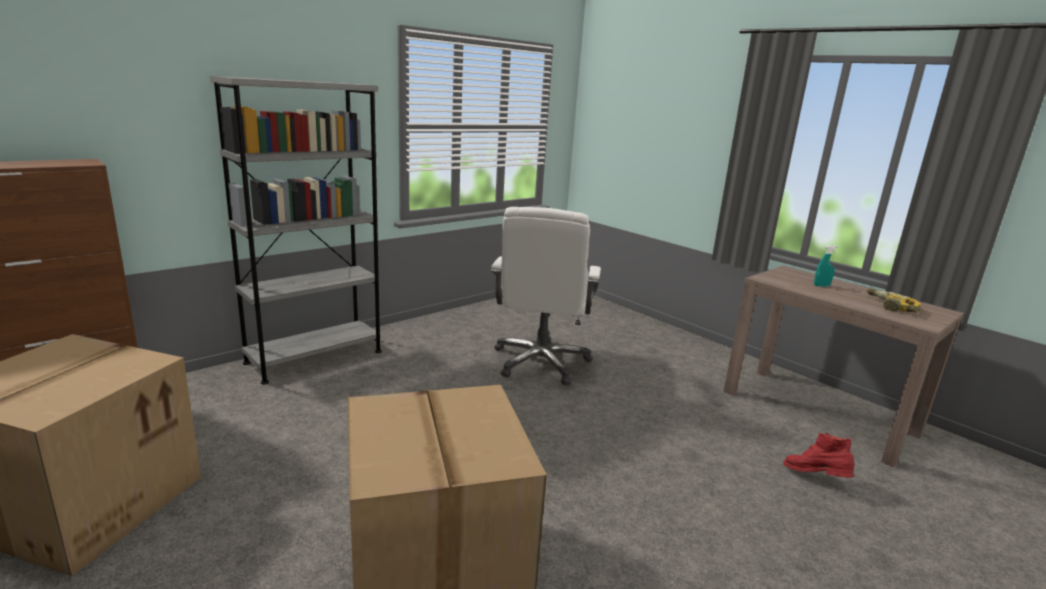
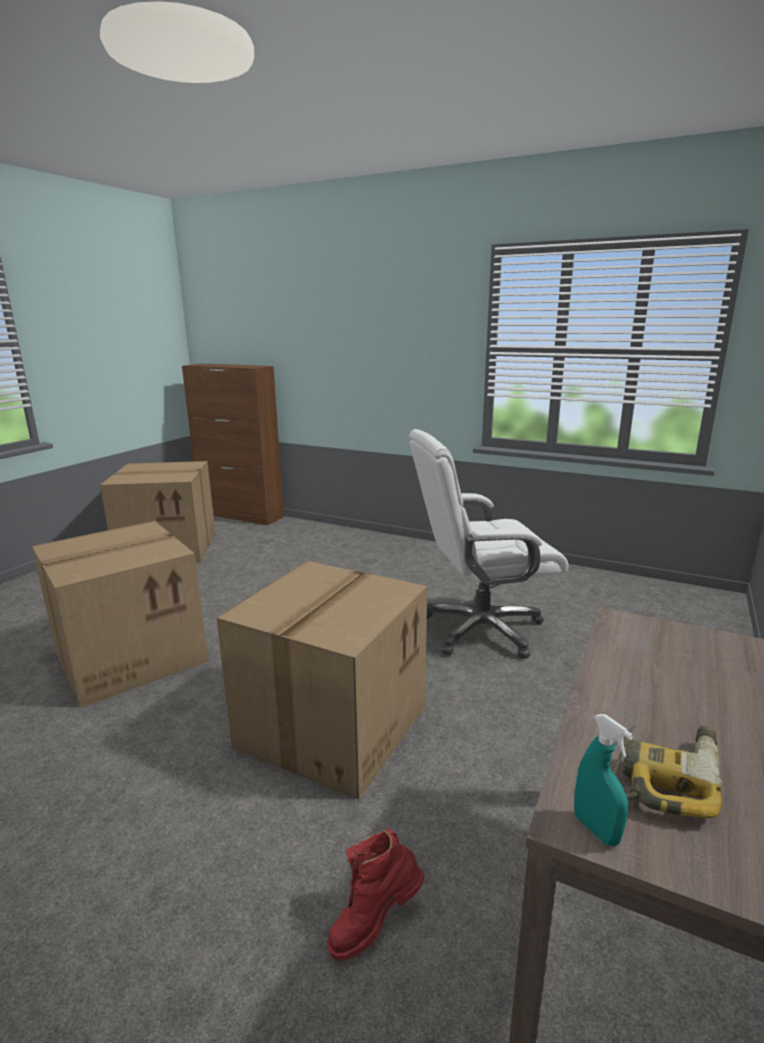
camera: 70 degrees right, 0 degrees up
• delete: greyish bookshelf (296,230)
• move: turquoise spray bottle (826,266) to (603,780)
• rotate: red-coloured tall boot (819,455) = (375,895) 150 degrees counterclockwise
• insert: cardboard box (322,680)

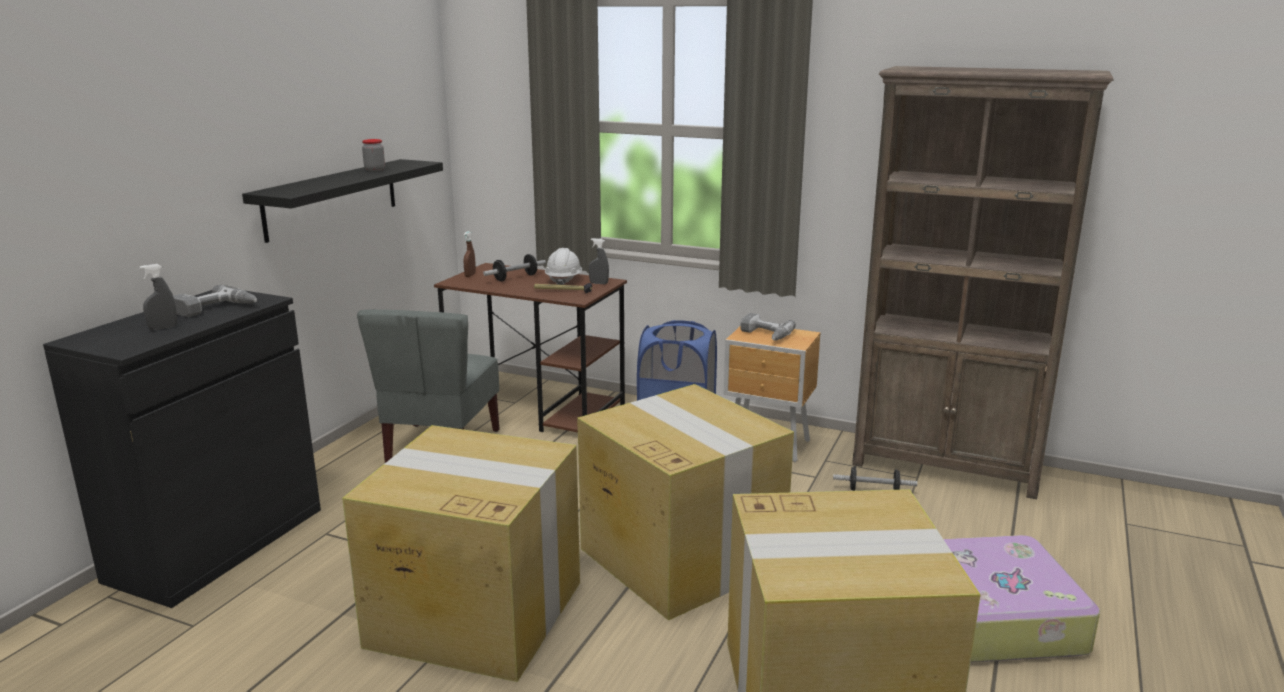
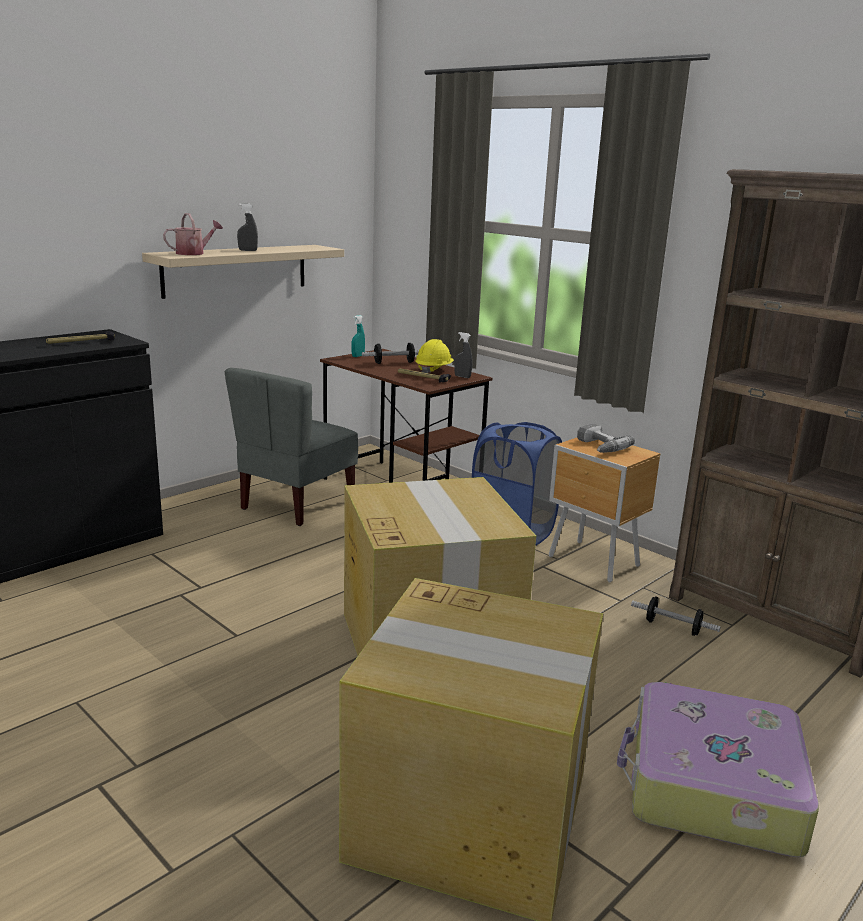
camera: 20 degrees right, 0 degrees up
• delete: jar (373,155)
• recolor: black wall shelf (342,201) to beige wall shelf (243,272)
• recolor: brown spray bottle (470,254) to turquoise spray bottle (358,336)
• recolor: white-coloured work helmet (563,266) to yellow-coloured work helmet (434,356)
• move: greyish spray bottle (158,297) to (247,227)
• replace: drill (215,301) to hand hammer (80,337)
• delete: cardboard box (461,553)
• insert: sprinkling can (193,234)

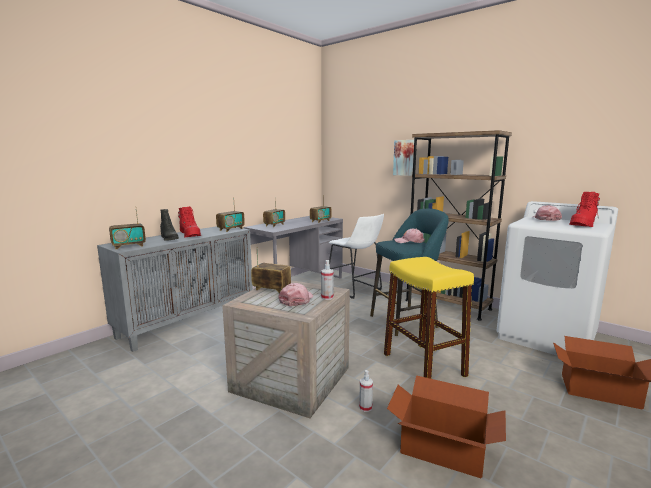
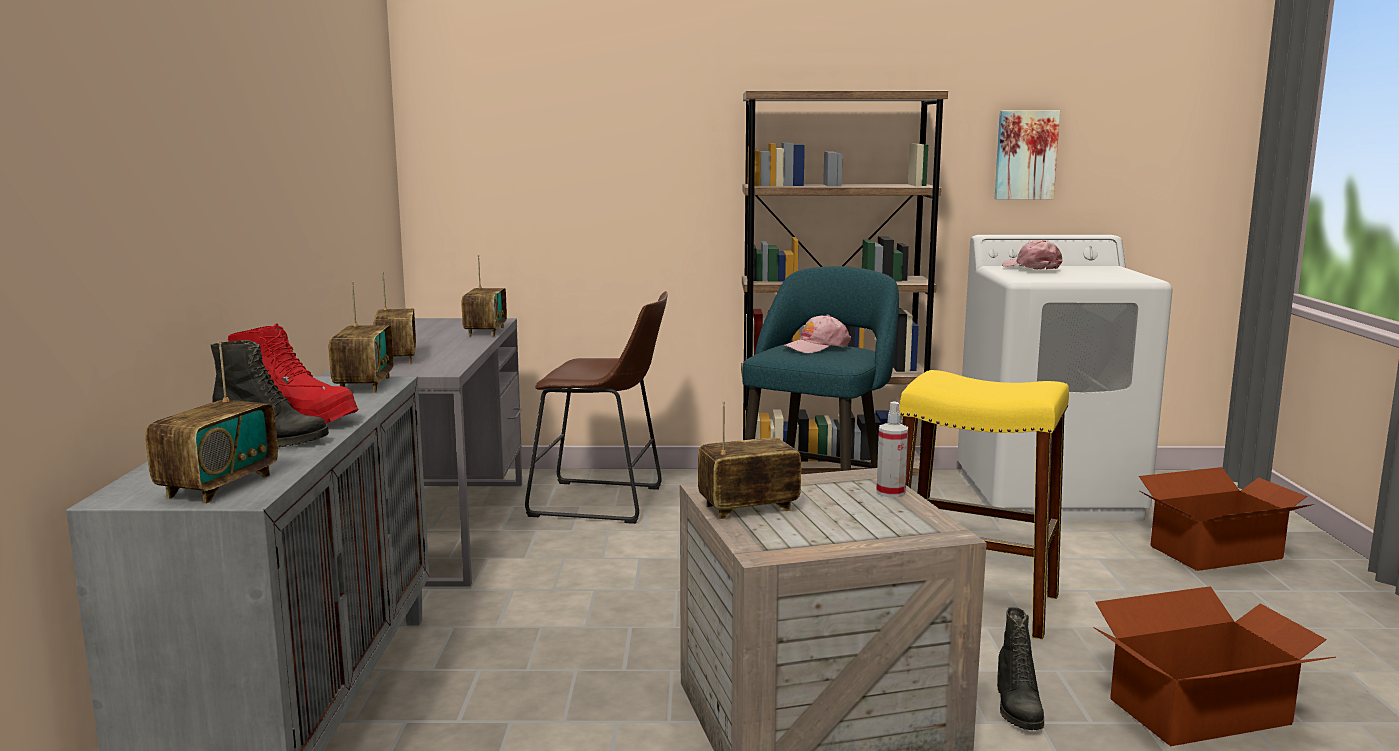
camera: 40 degrees left, 0 degrees up
• move: wall picture (403,158) to (1027,155)
• delete: red-coloured tall boot (584,209)
• recolor: white-coloured stool seat (356,256) to brown stool seat (596,407)
• delete: pink peaked cap (295,294)
• replace: spray bottle (366,391) to black tall boot (1020,668)

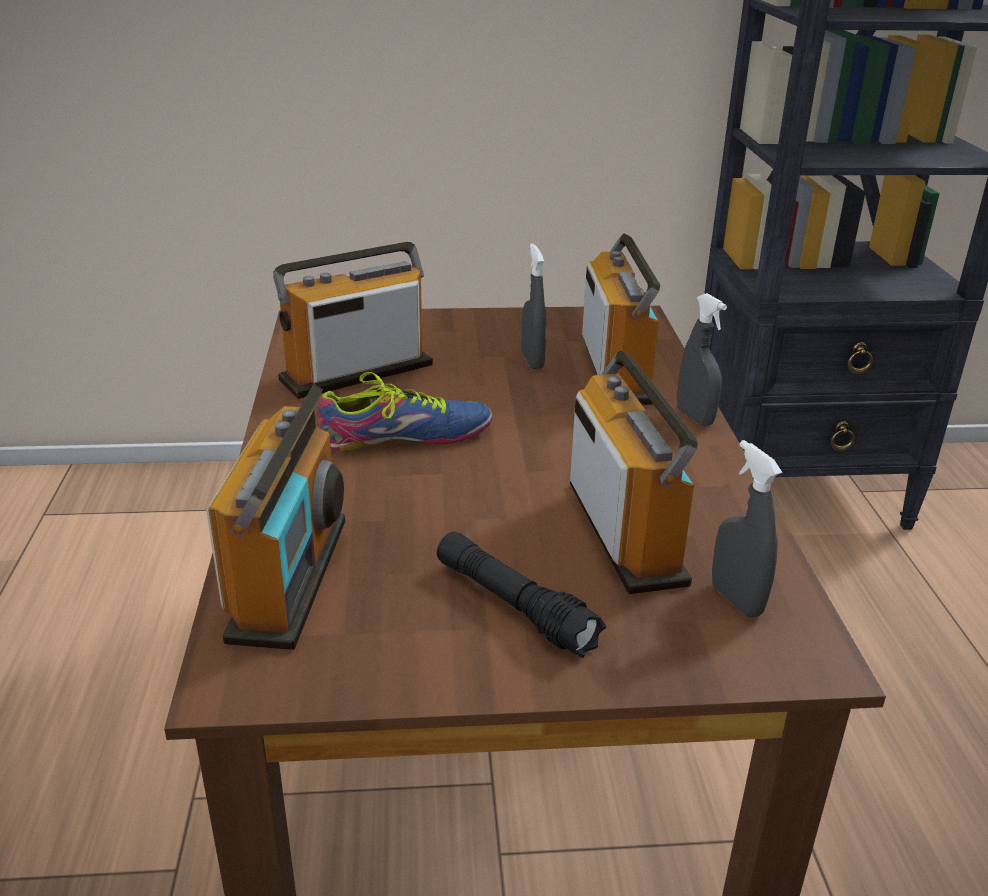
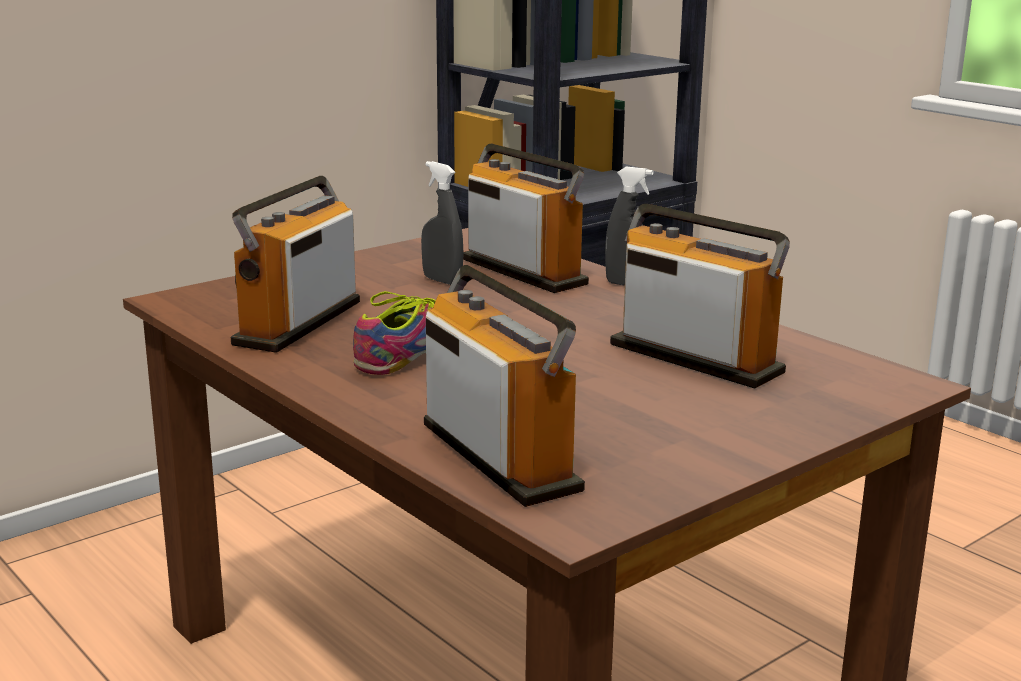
camera: 35 degrees left, 10 degrees down
• delete: greyish spray bottle (747,529)
• delete: black flashlight (521,595)

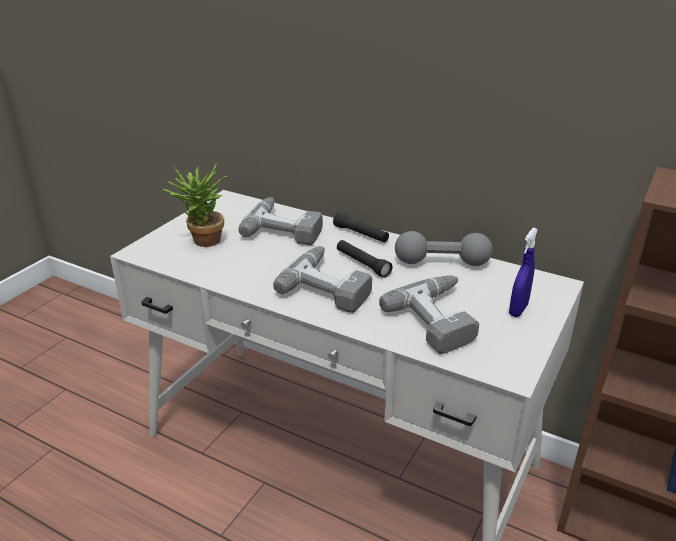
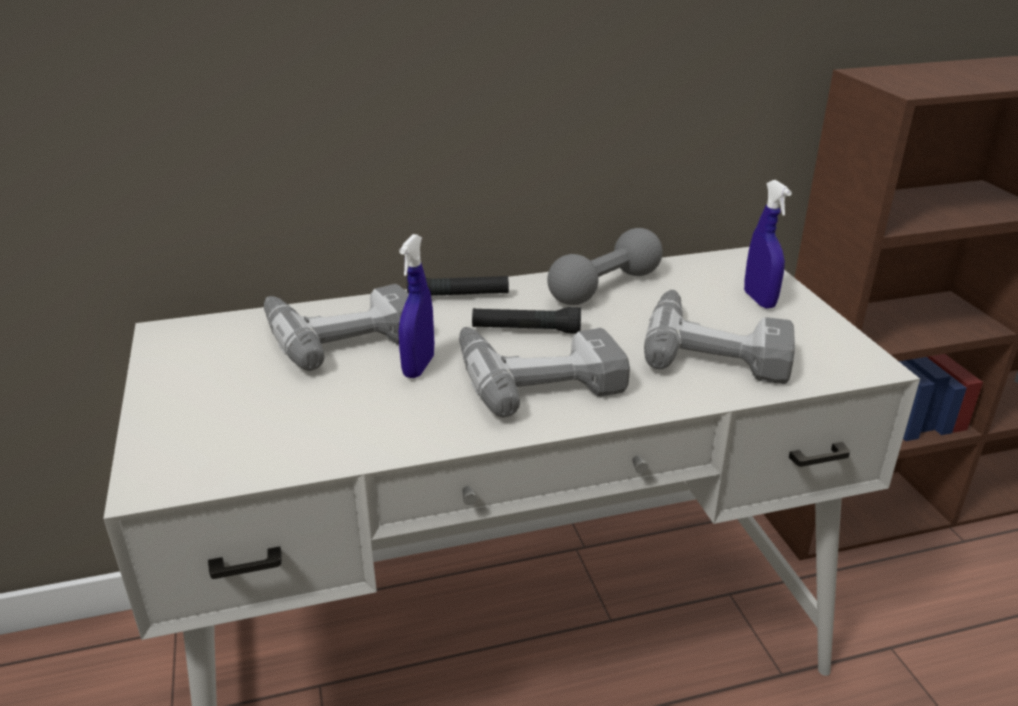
camera: 45 degrees left, 0 degrees up
• delete: potted plant (195,205)
• insert: blue-coloured spray bottle (416,306)

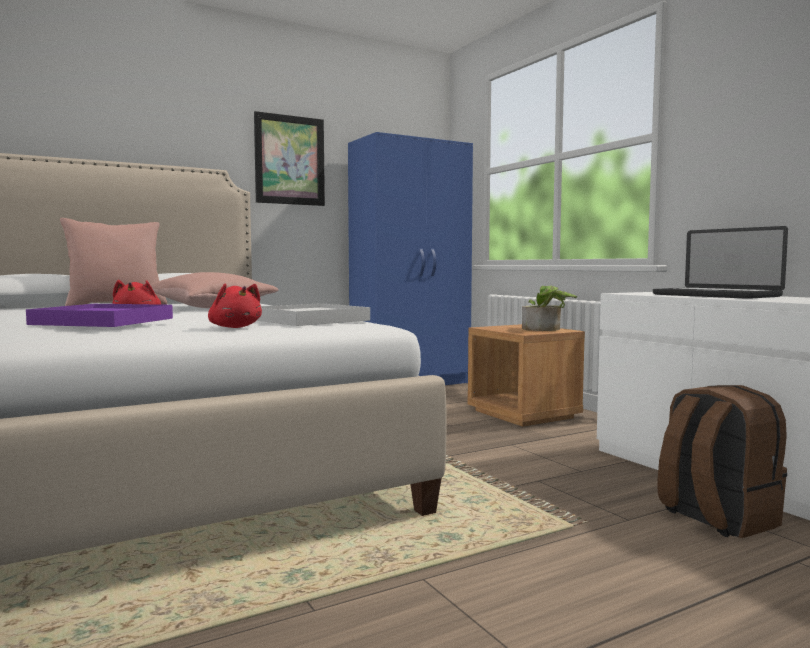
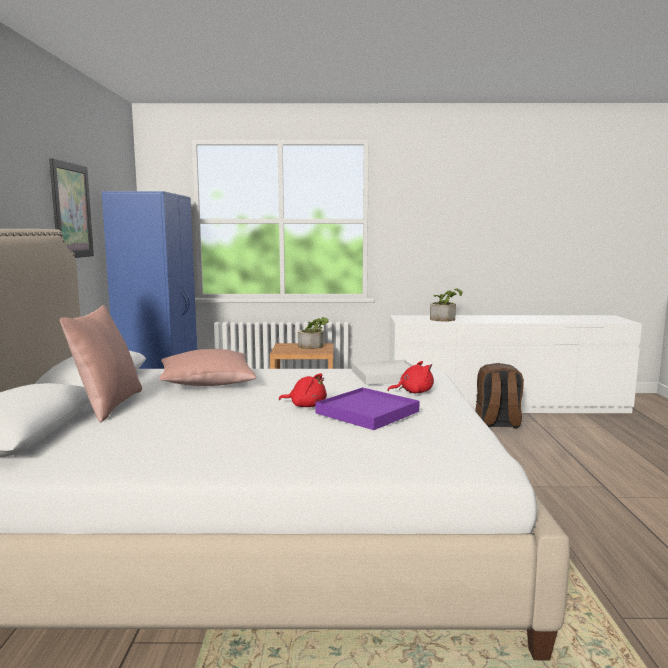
camera: 60 degrees left, 5 degrees up
• replace: laptop (720,262) to potted plant (446,305)

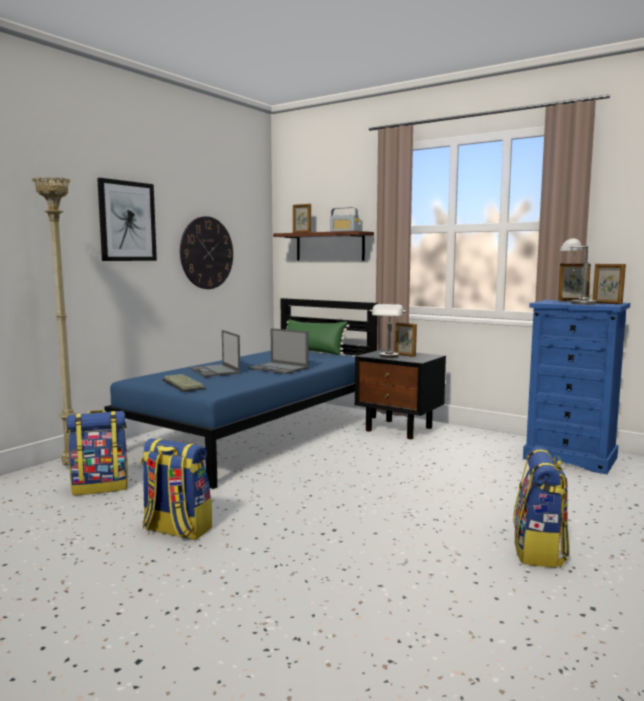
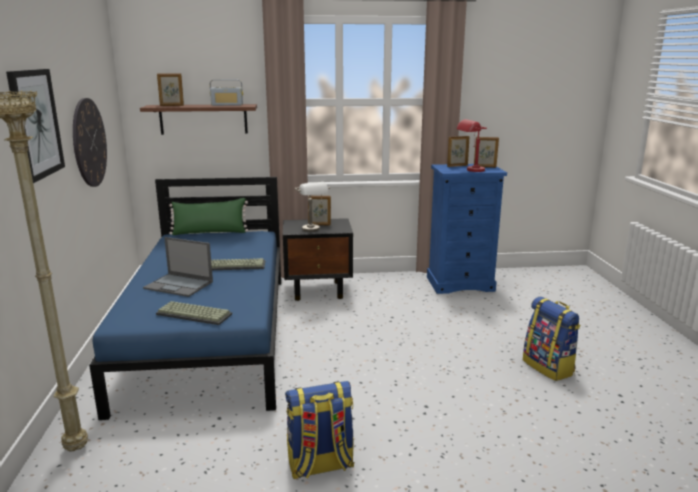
camera: 40 degrees left, 10 degrees up
• recolor: greyish lamp for a table (578,272) to red-coloured lamp for a table (472,145)
• replace: laptop (278,351) to PC keyboard (238,264)
• delete: knapsack (97,452)

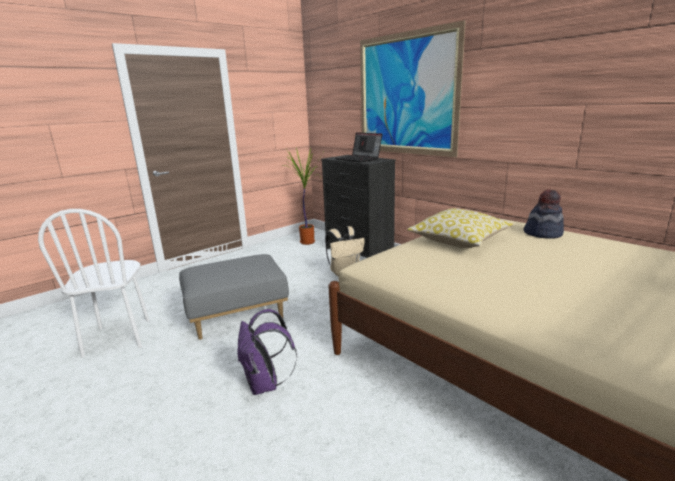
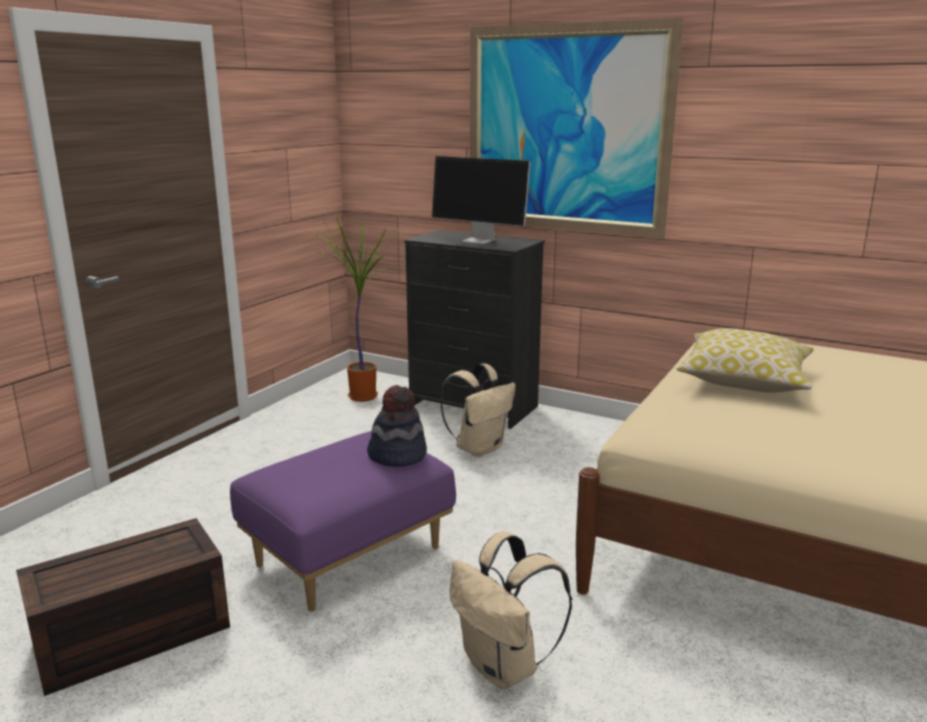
camera: 20 degrees left, 0 degrees up
• replace: laptop (359,147) to computer display (481,200)
• move: hat (544,214) to (397,426)
• replace: white-coloured plain chair (93,283) to brown storage bin (123,607)
• recolor: greyish footrest (234,297) to purplish footrest (343,521)
• recolor: purplish knapsack (267,352) to beige knapsack (510,610)

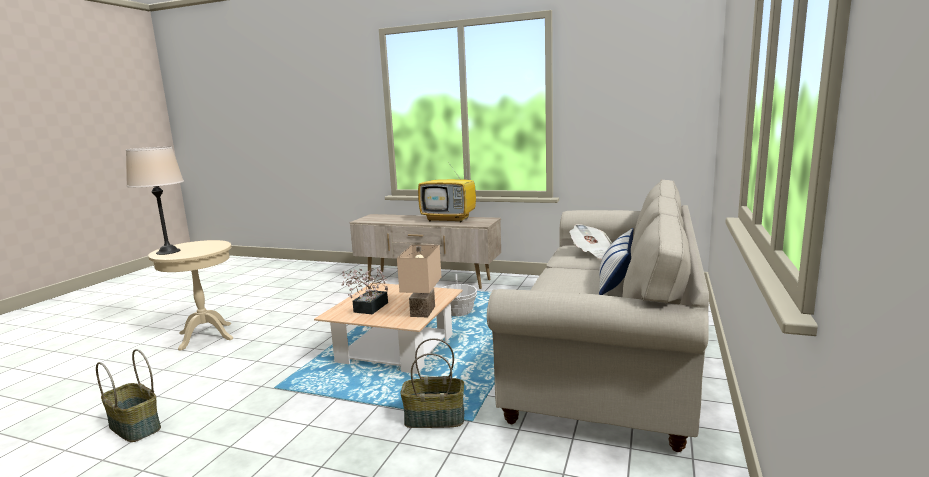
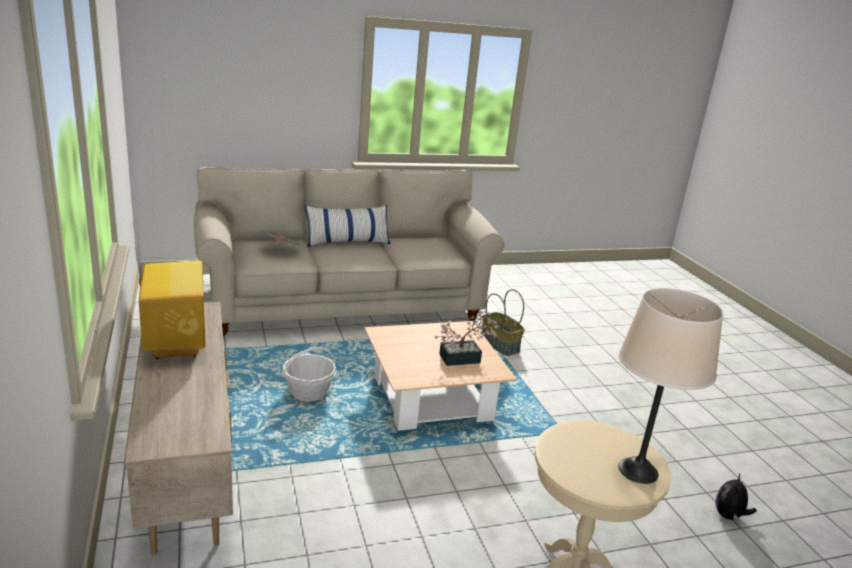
camera: 130 degrees left, 10 degrees up
• delete: beige lamp for a table (419,281)
• delete: household basket (128,395)
• insert: plush toy (736,497)

